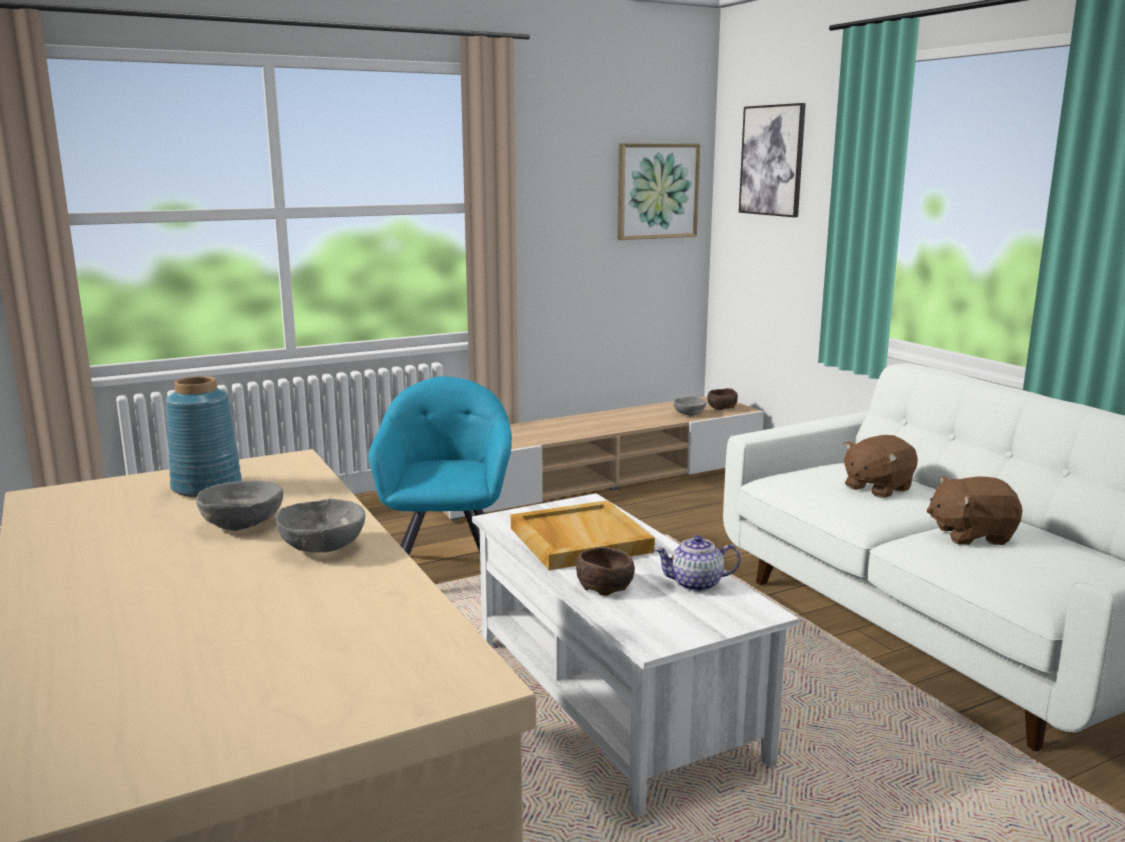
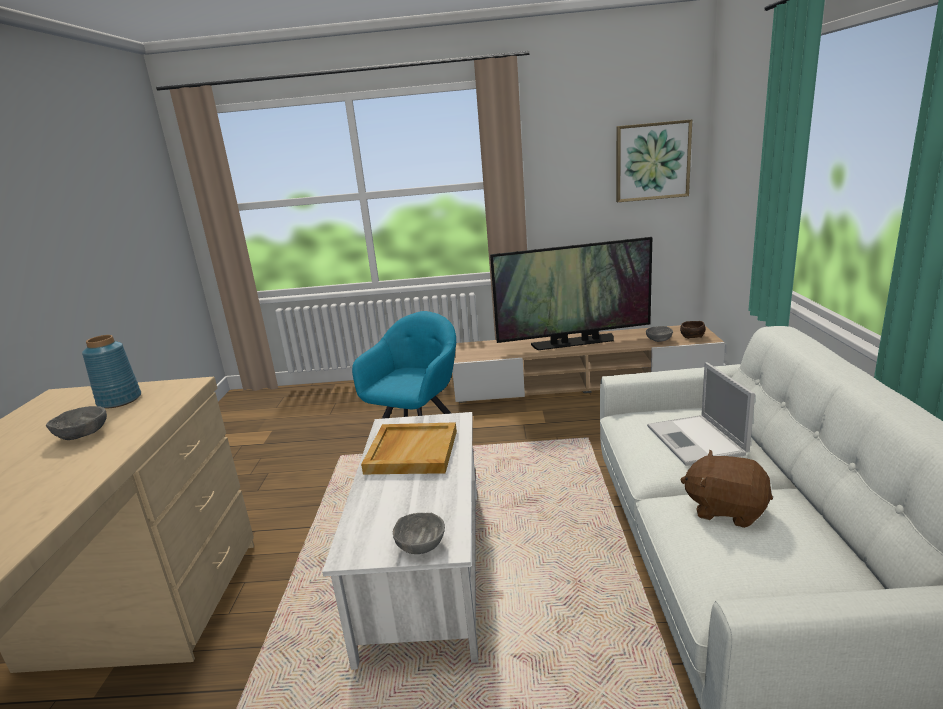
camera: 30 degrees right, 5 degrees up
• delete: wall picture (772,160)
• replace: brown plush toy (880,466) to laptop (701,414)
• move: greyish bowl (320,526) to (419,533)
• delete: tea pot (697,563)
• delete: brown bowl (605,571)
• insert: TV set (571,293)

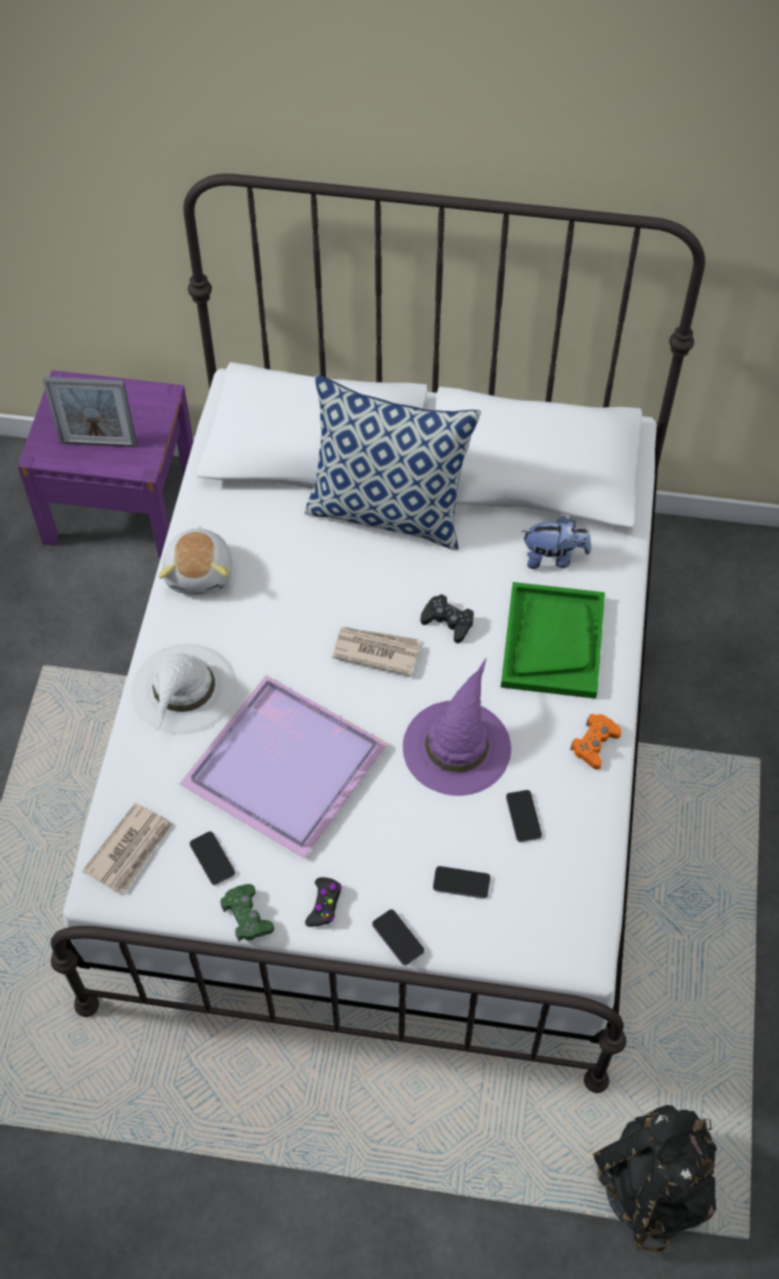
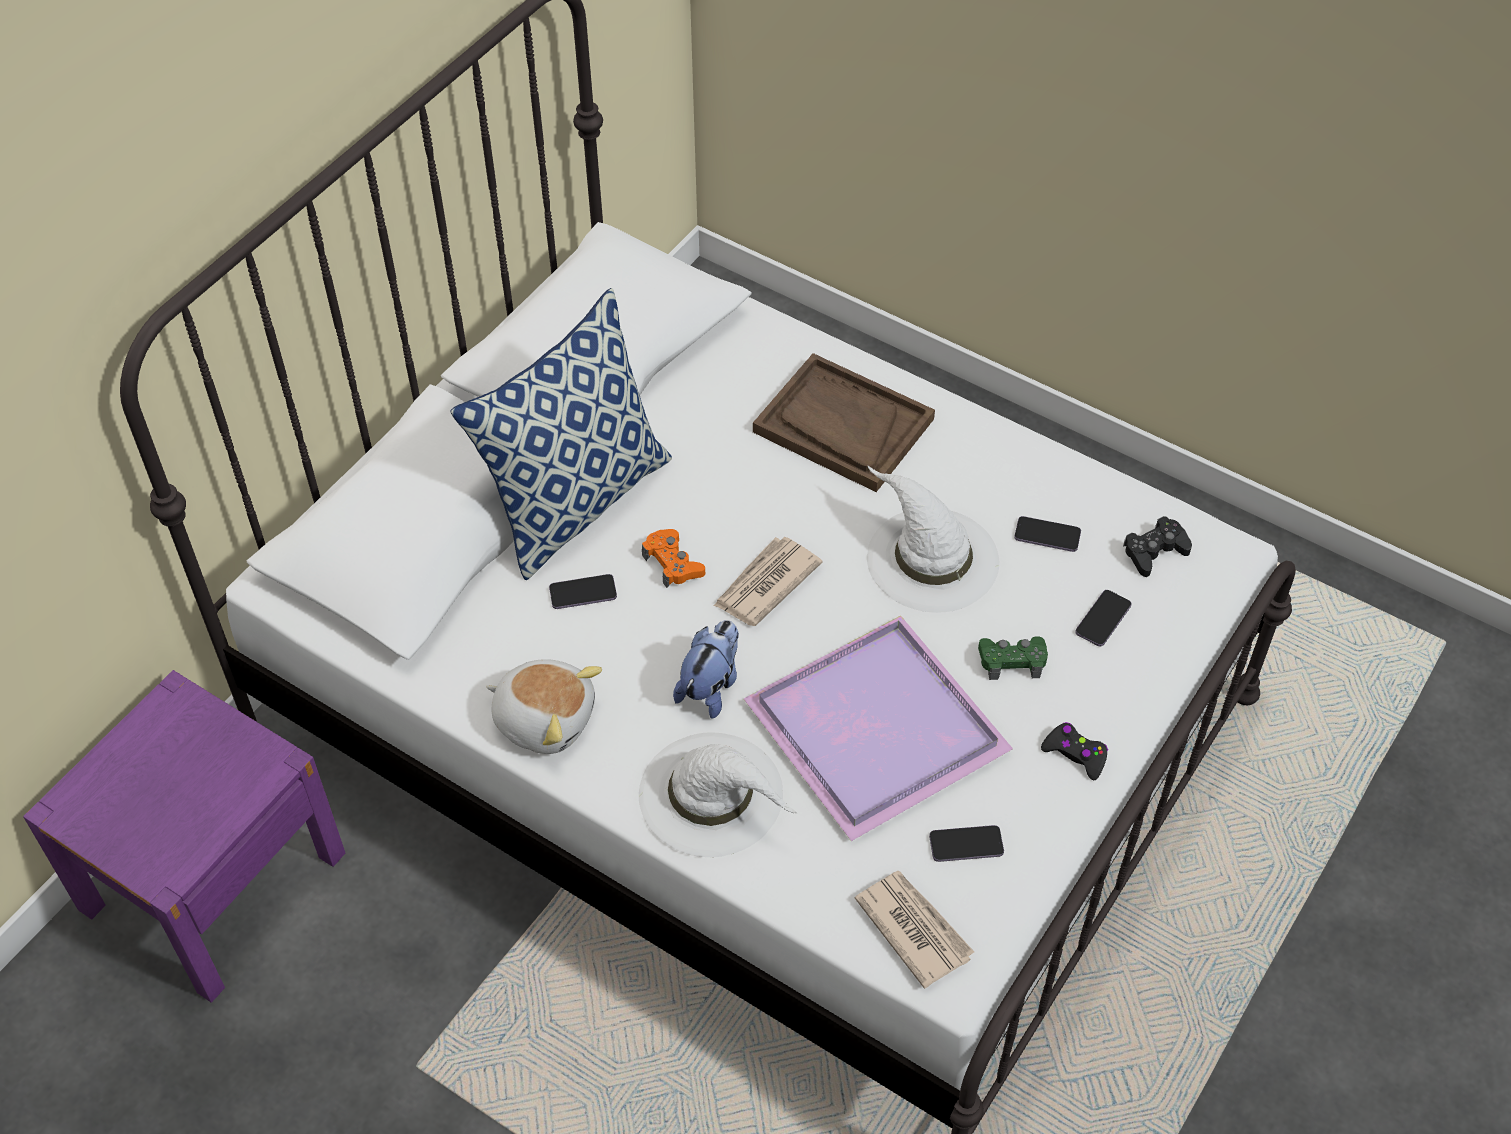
camera: 65 degrees left, 5 degrees down
• delete: picture frame (90,412)
• move: plush toy (556,542) to (706,669)
• recolor: greenish tray (553,640) to brown tray (844,422)
• move: black joypad (447,618) to (1157,546)
• recolor: purplish hat (457,727) to white-coloured hat (933,539)
• move: orangey joypad (595,742) to (673,558)
• move: greenish joypad (247,913) to (1013,658)
• move: phone (398,937) to (583,591)
• delete: black knapsack (654,1179)

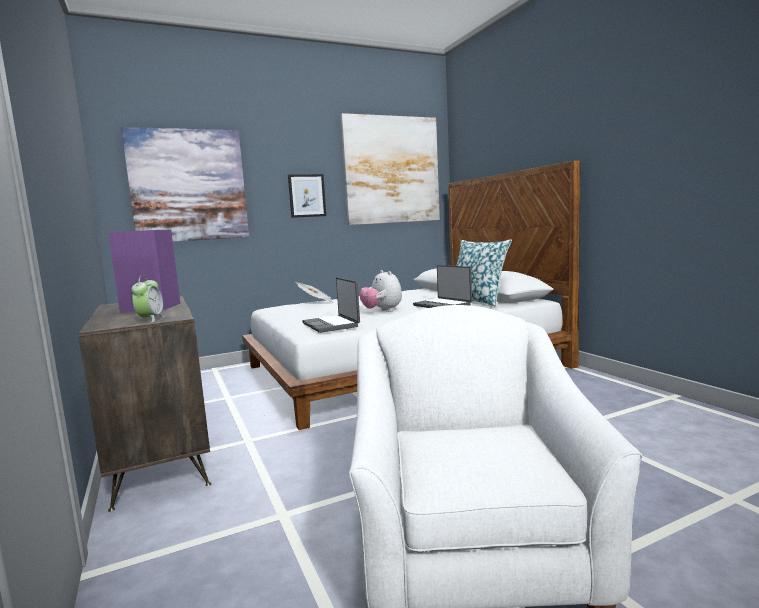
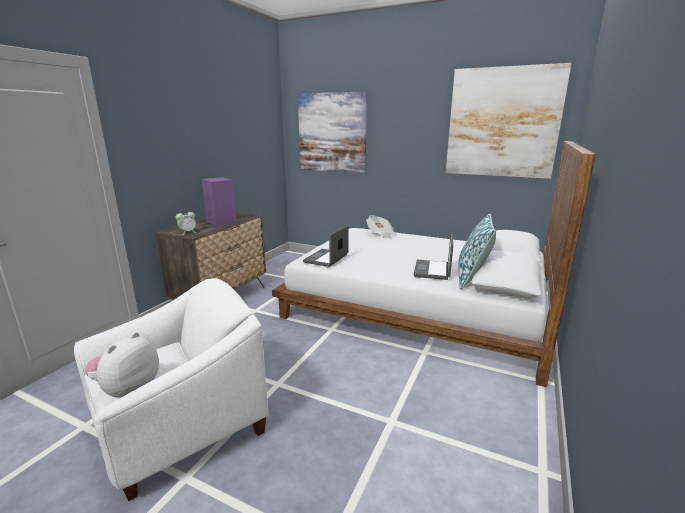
camera: 50 degrees right, 10 degrees up
• delete: wall picture (307,196)
• move: plush toy (381,291) to (122,365)

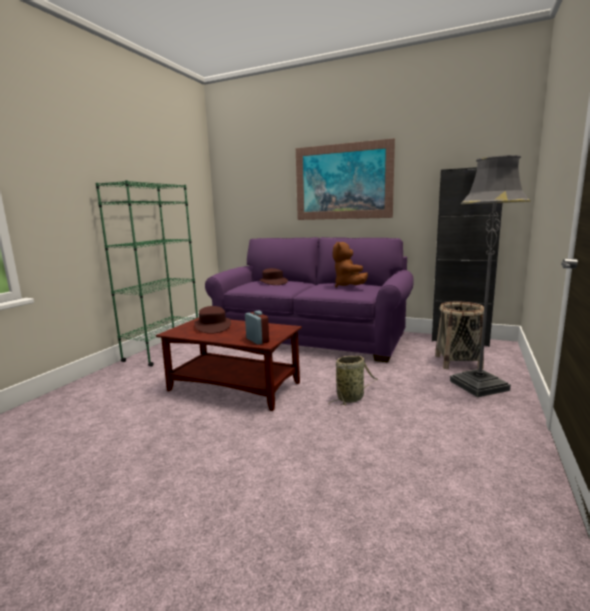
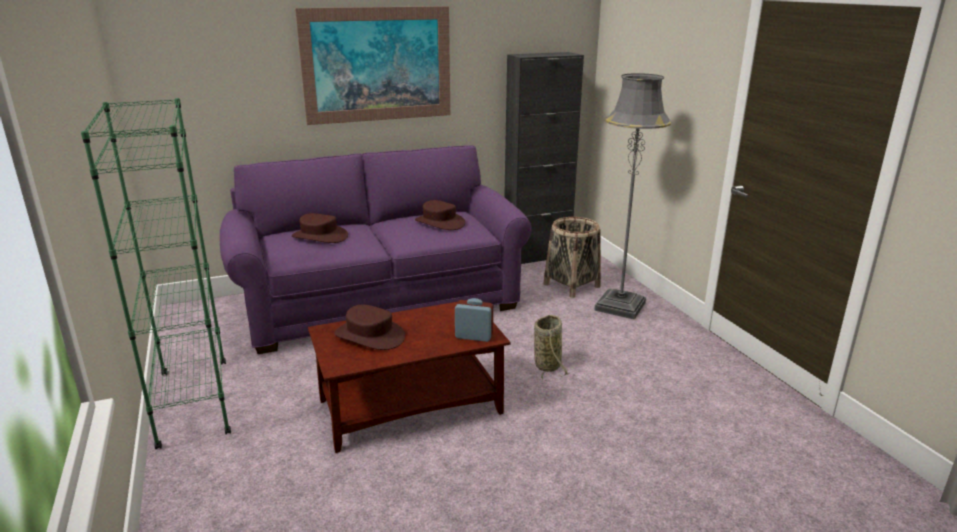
camera: 45 degrees left, 10 degrees up
• replace: brown plush toy (350,264) to brown hat (440,215)

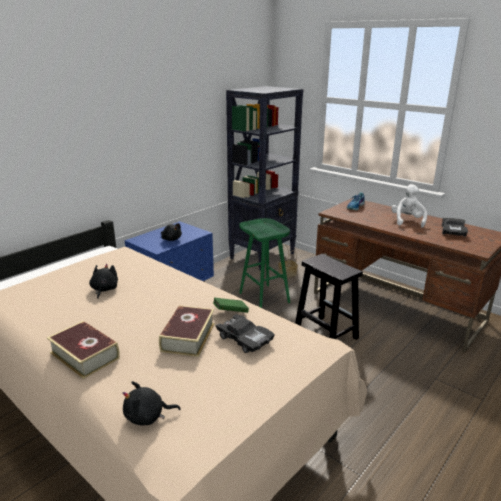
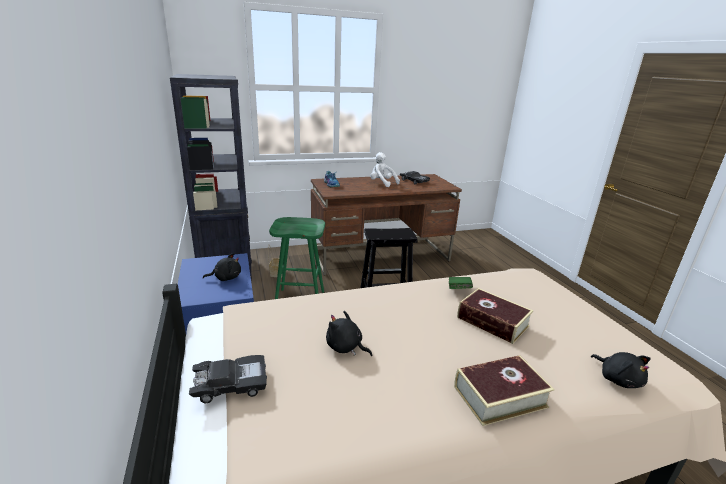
camera: 60 degrees left, 0 degrees up
• move: black toy car (245,333) to (228,379)
• rotate: black plush toy (151,403) = (621,370) 45 degrees counterclockwise

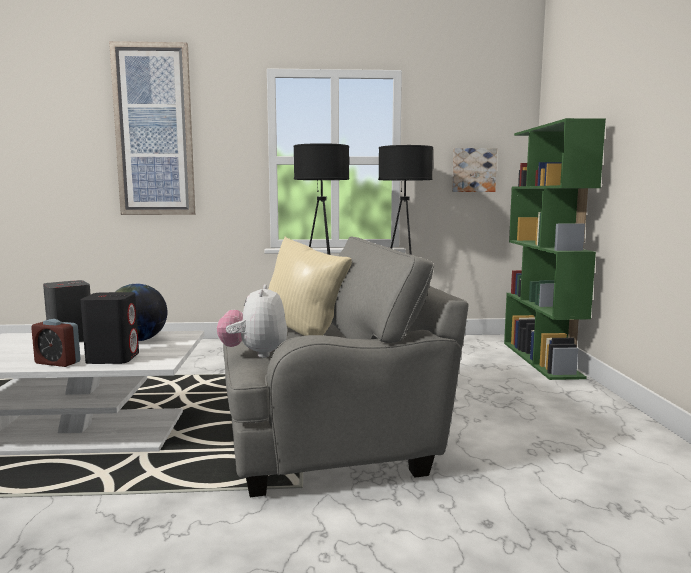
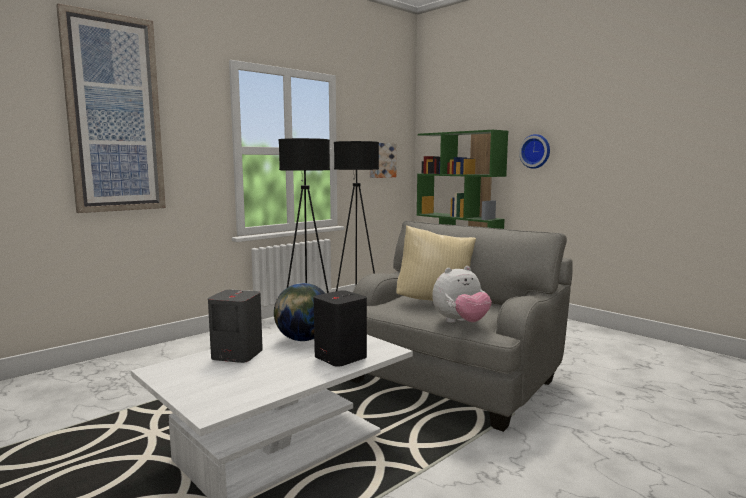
camera: 40 degrees left, 0 degrees up
• rotate: plush toy (252,321) = (462,294) 75 degrees counterclockwise
• delete: table clock (55,343)
• insert: hanging clock (534,151)

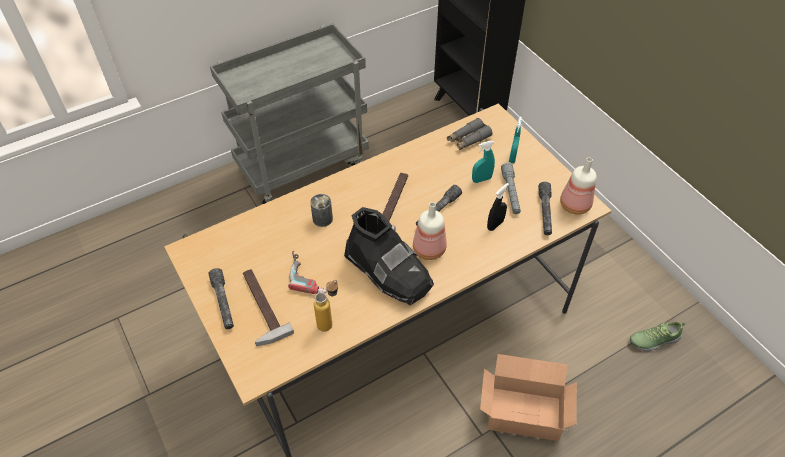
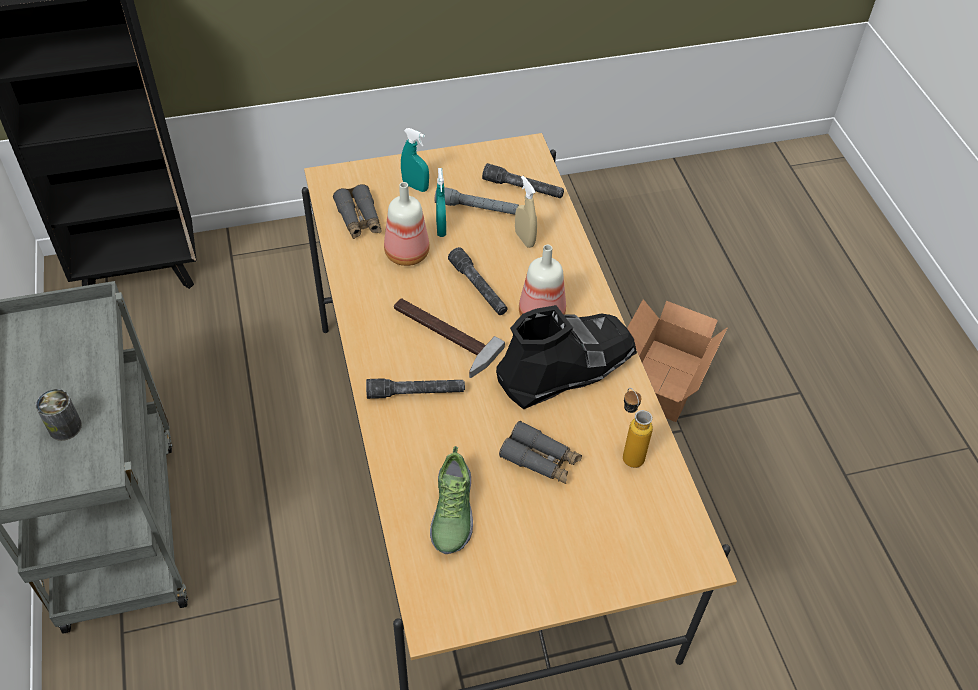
camera: 75 degrees left, 0 degrees up
• move: beverage bottle (578,186) to (407,224)
• recolor: black spray bottle (498,207) to beige spray bottle (526,212)
• move: can (321,210) to (59,415)
• replace: drill (307,272) to greyish field glasses (540,452)
• move: greyish flashlight (221,298) to (415,388)
• delete: hand hammer (268,307)
• move: shoe (657,336) to (451,500)

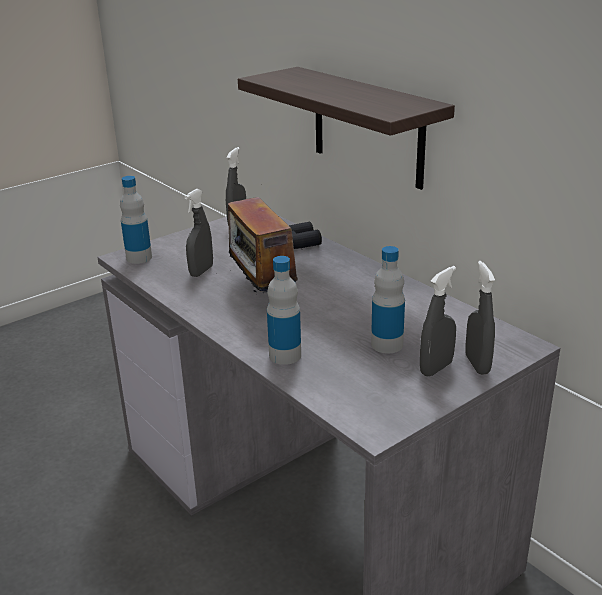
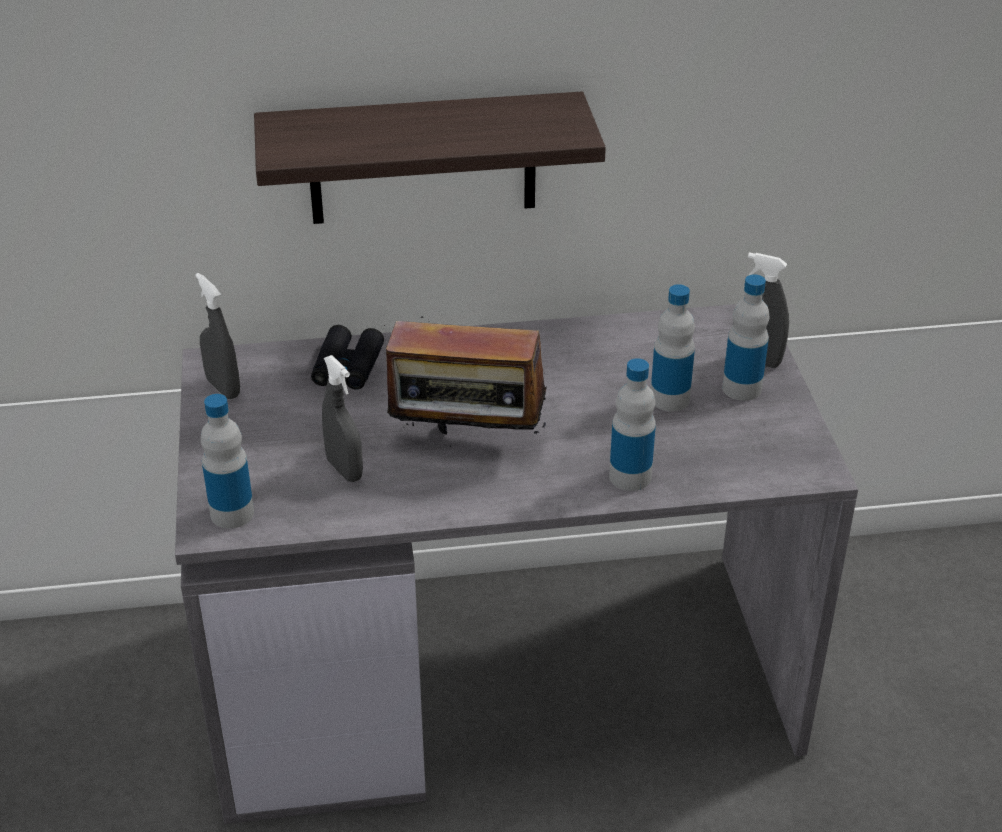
camera: 60 degrees left, 10 degrees up
• replace: greyish spray bottle (438,321) to beverage bottle (746,337)

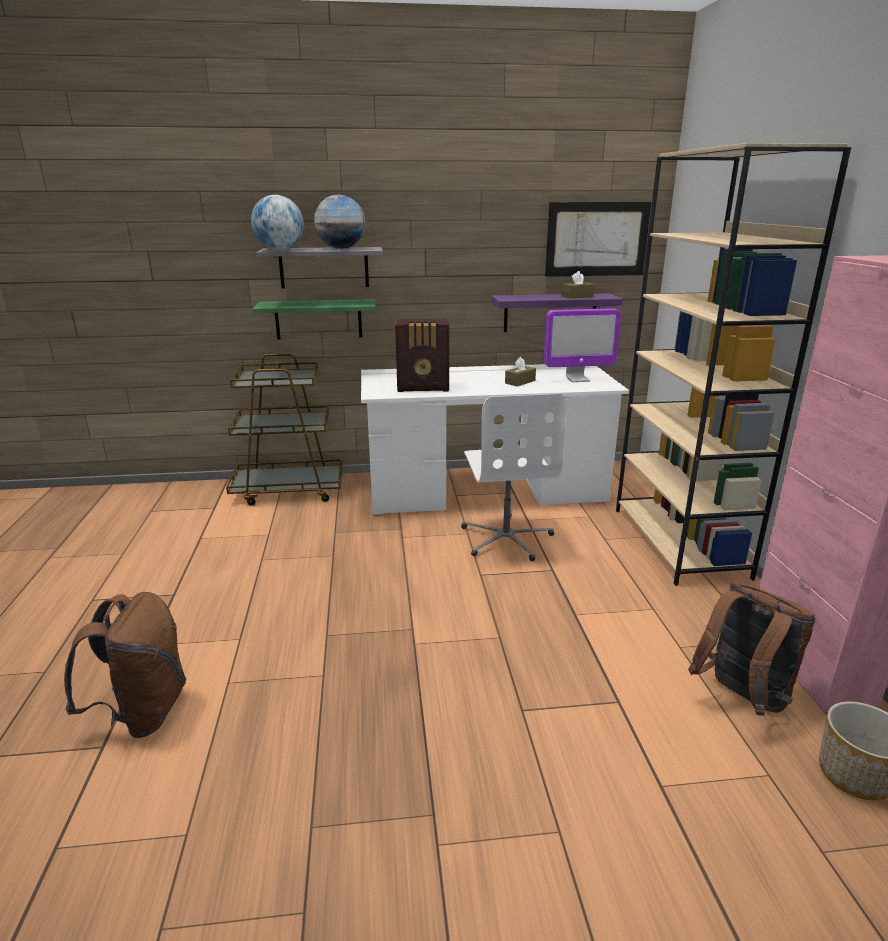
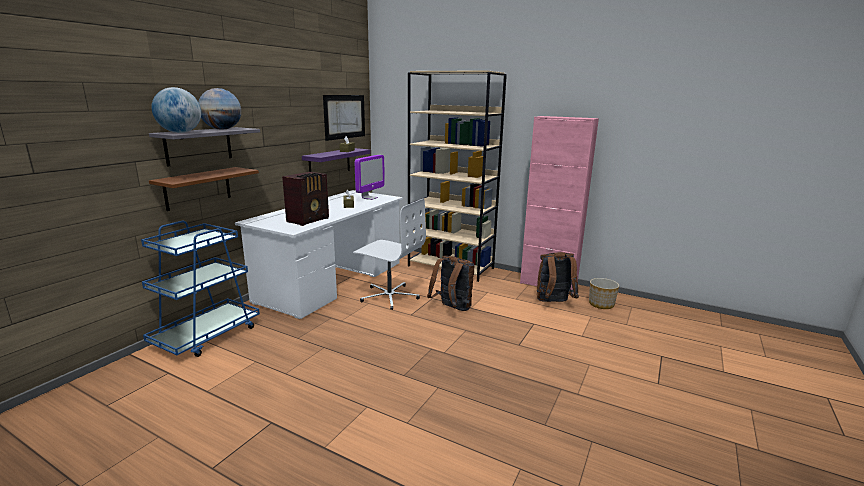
camera: 55 degrees left, 5 degrees down
• recolor: greenish wall shelf (314,319) to brown wall shelf (204,189)
• recolor: brown trolley (284,429) to blue-coloured trolley (200,289)
• move: brown knapsack (125,665) to (451,283)

